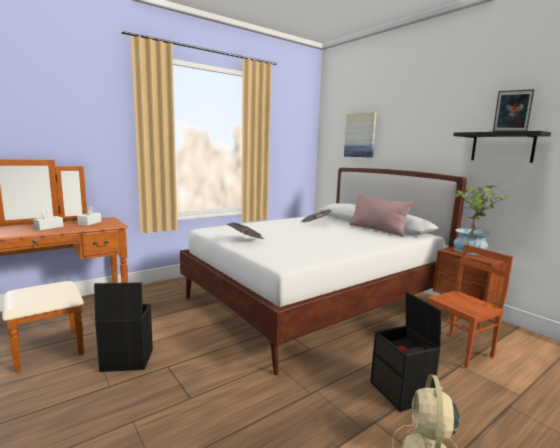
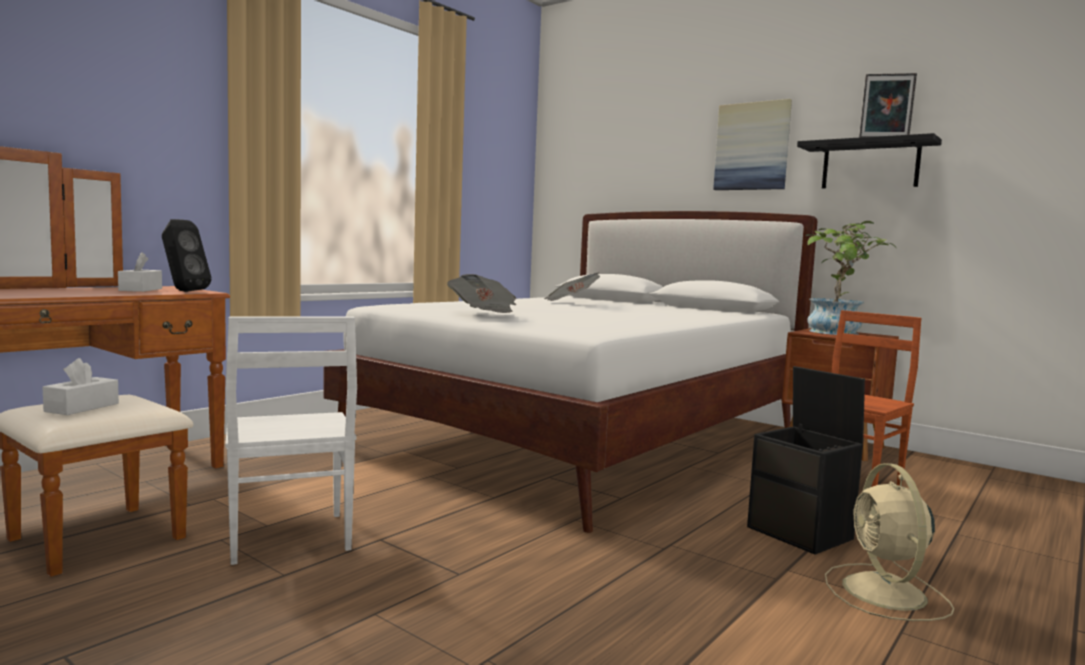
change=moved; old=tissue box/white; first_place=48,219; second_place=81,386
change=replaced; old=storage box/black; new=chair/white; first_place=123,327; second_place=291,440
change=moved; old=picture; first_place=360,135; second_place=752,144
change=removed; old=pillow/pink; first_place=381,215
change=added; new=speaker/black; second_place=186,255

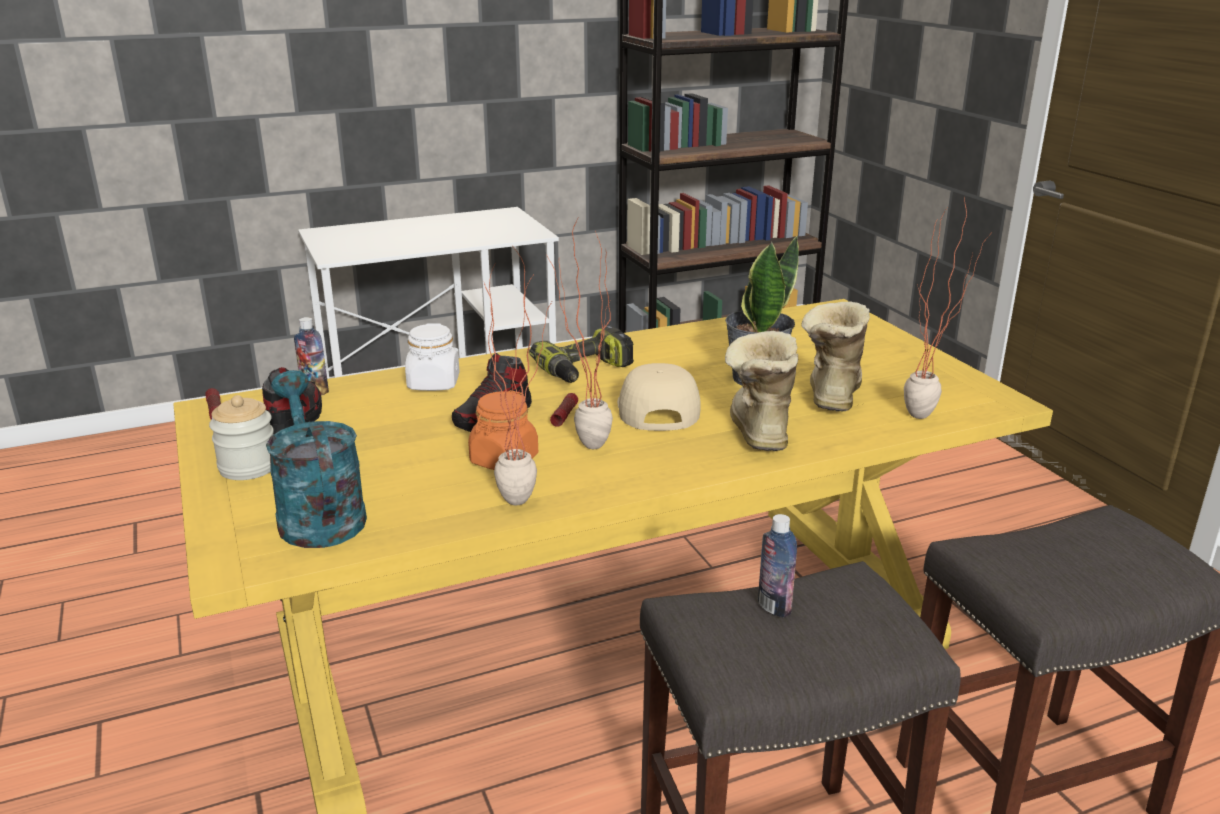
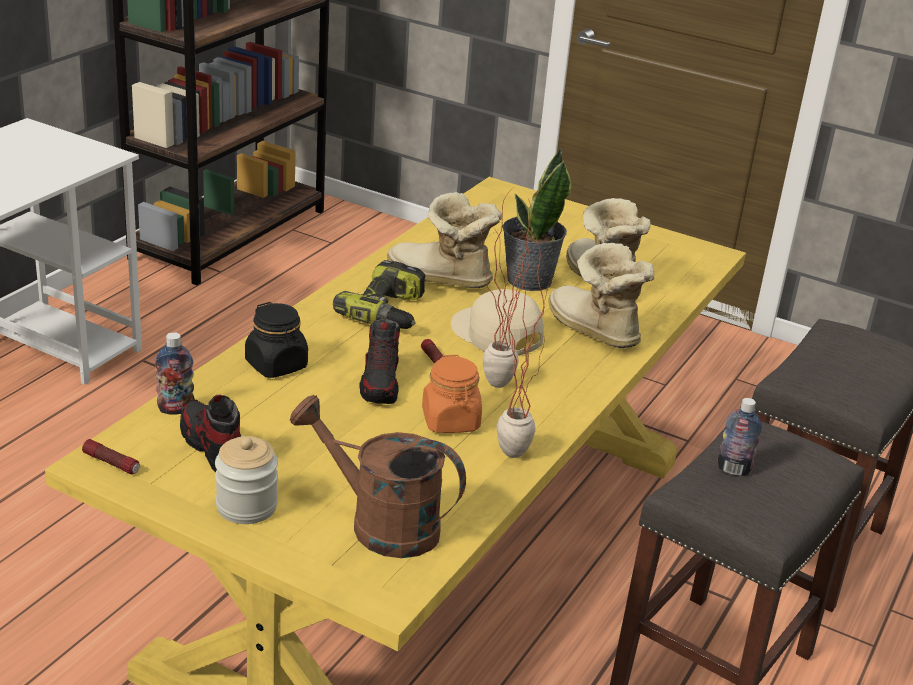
change=recoloured; old=watering can/turquoise; new=watering can/brown; first_place=316,459; second_place=378,476
change=recoloured; old=jar/white; new=jar/black; first_place=432,357; second_place=276,340
change=removed; old=potted plant; first_place=947,307
change=added; new=boot; second_place=444,240

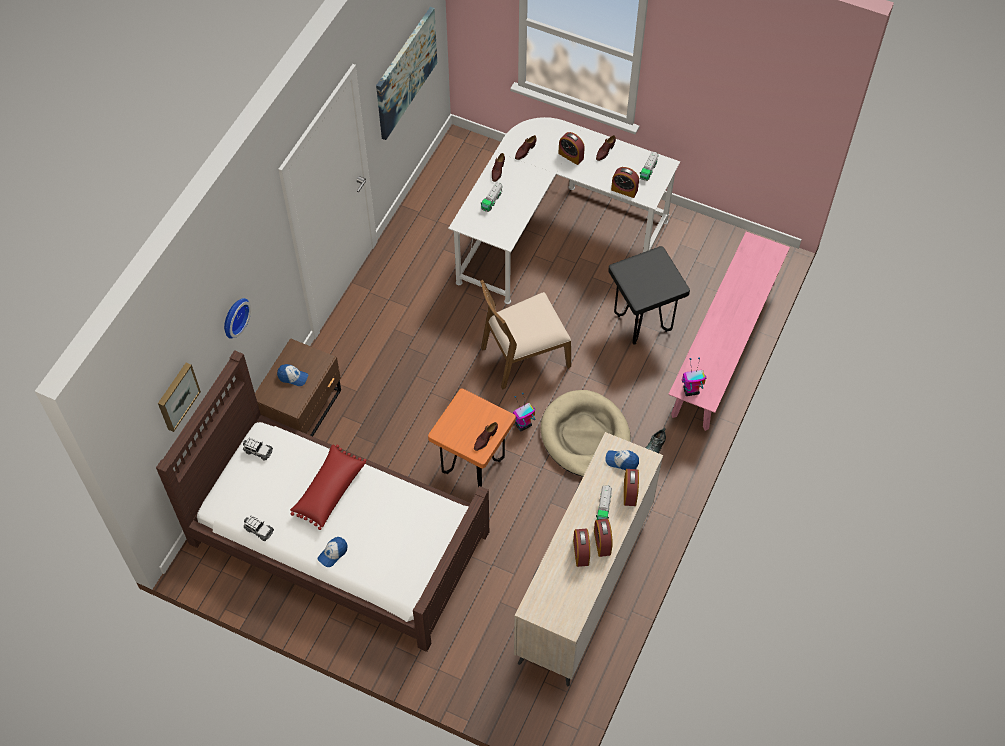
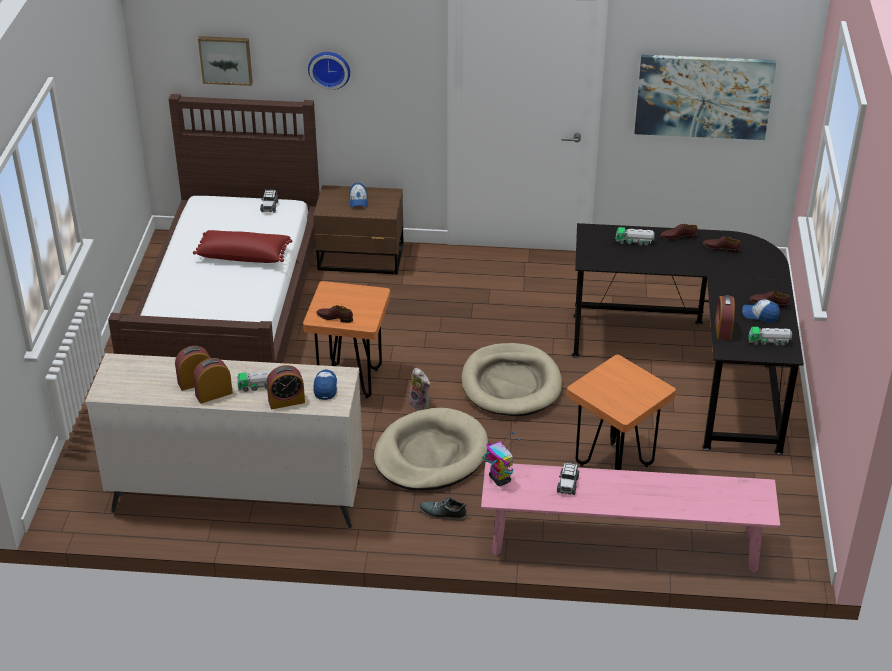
change=moved; old=toy car; first_place=258,528; second_place=568,478
change=moved; old=cap; first_place=333,552; second_place=761,311
change=recoloured; old=desk/white; new=desk/black; first_place=564,210; second_place=688,339
change=replaced; old=chair/brown; new=dog bed/beige; first_place=525,335; second_place=511,379
change=replaced; old=toy robot; new=plush toy; first_place=524,412; second_place=420,389
change=removed; old=alarm clock; first_place=571,148
change=recoloured; old=stool/black; new=stool/orange; first_place=649,295; second_place=621,412

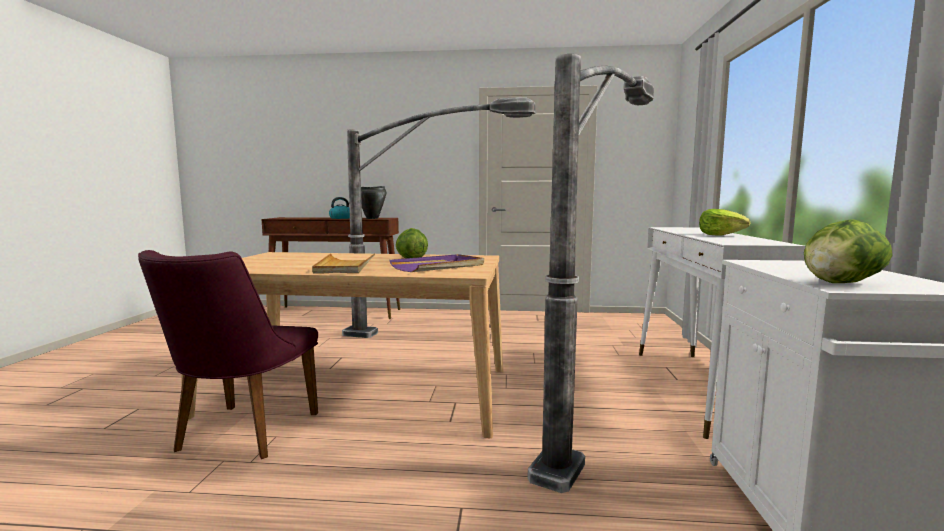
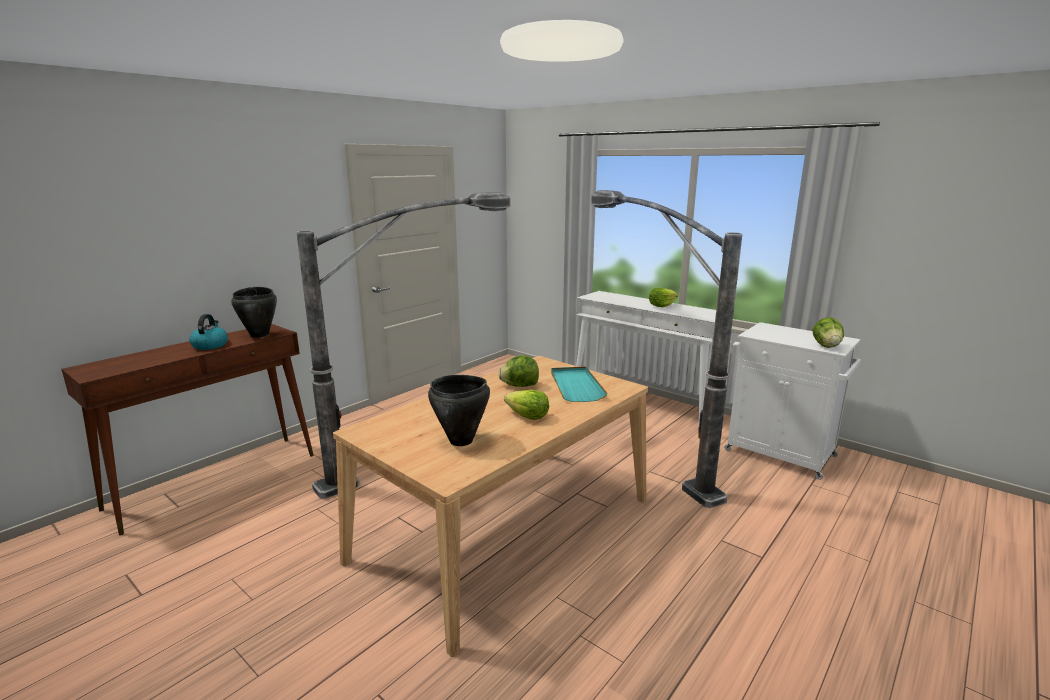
change=removed; old=chair/purple; first_place=228,354
change=replaced; old=tray/beige; new=lettuce; first_place=343,263; second_place=526,405
change=recoloured; old=tray/purple; new=tray/turquoise; first_place=437,263; second_place=579,384
change=added; new=cooking pot/black; second_place=459,410

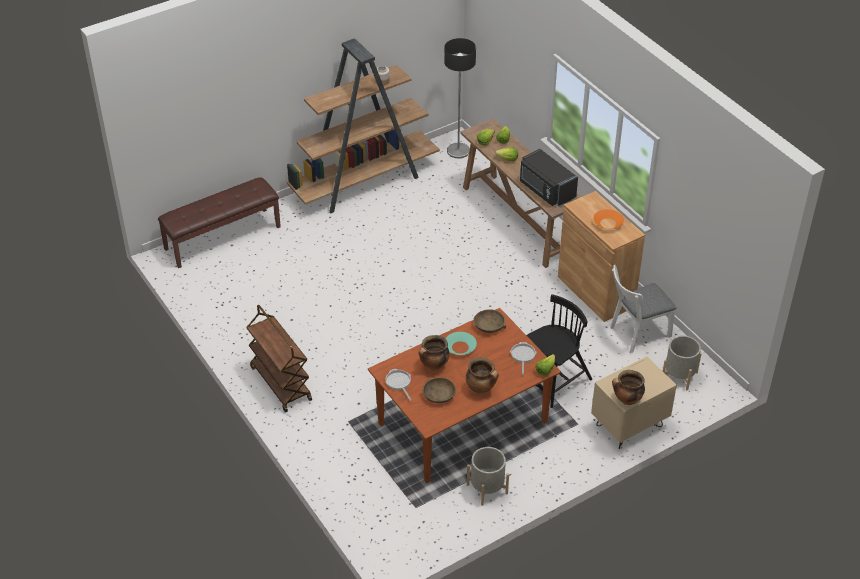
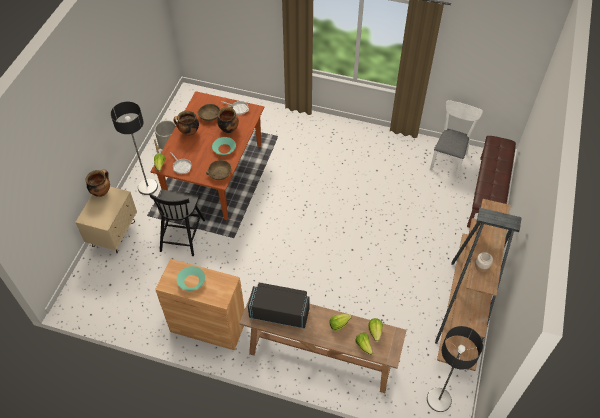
change=removed; old=cart/brown; first_place=279,358
change=recoloured; old=bowl/orange; new=bowl/turquoise; first_place=608,219; second_place=191,278
change=moved; old=chair/white; first_place=643,309; second_place=456,139
change=removed; old=planter/grey; first_place=682,363
change=added; new=floor lamp; second_place=134,148

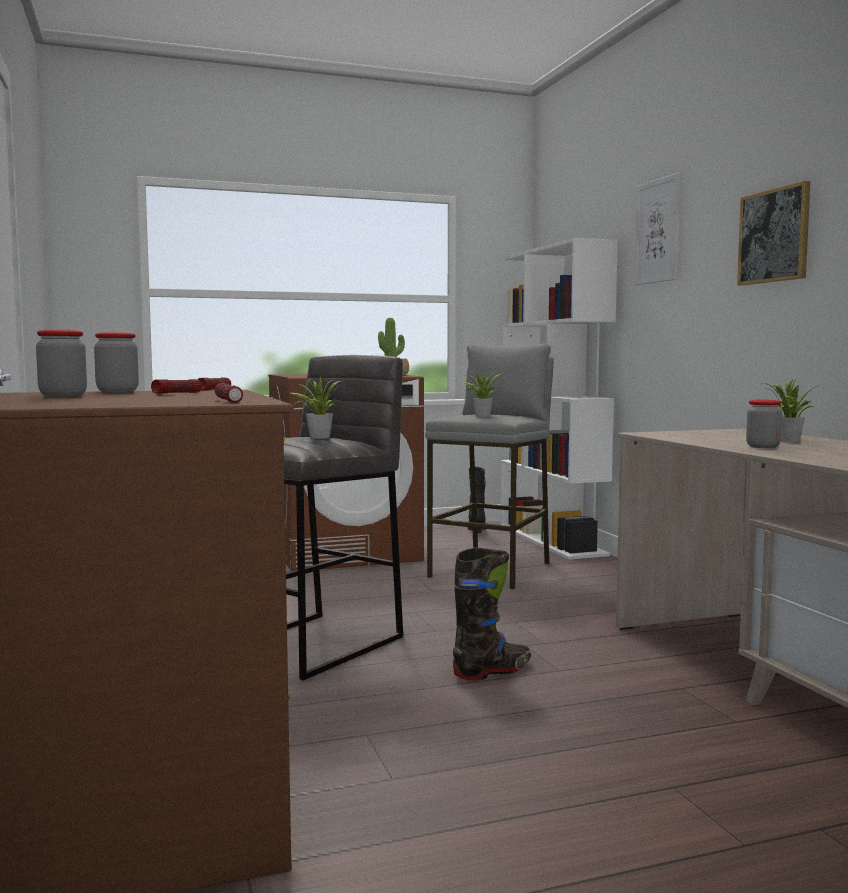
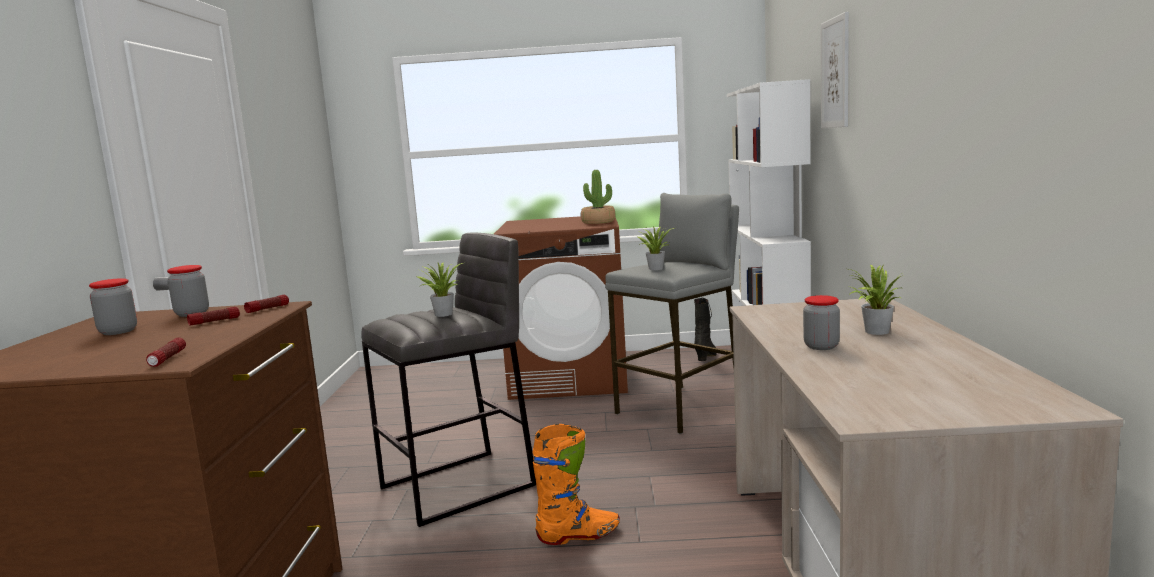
change=recoloured; old=boot/black; new=boot/orange; first_place=492,614; second_place=576,484
change=removed; old=picture; first_place=774,233

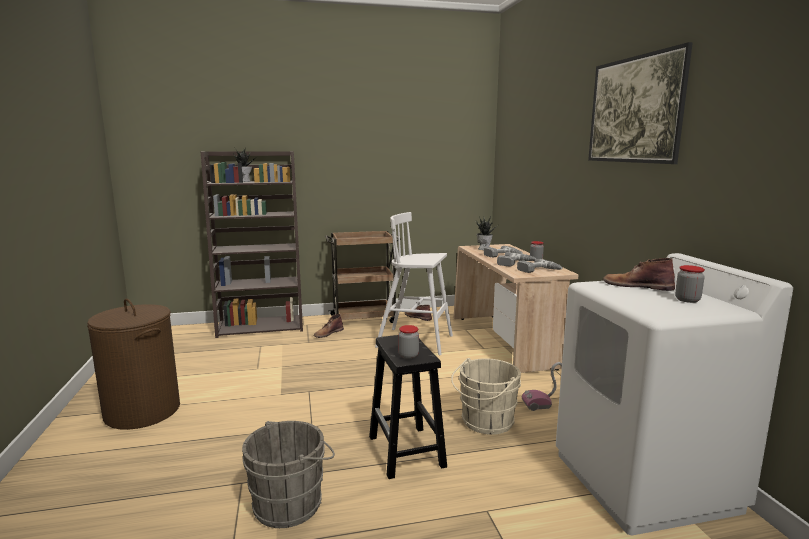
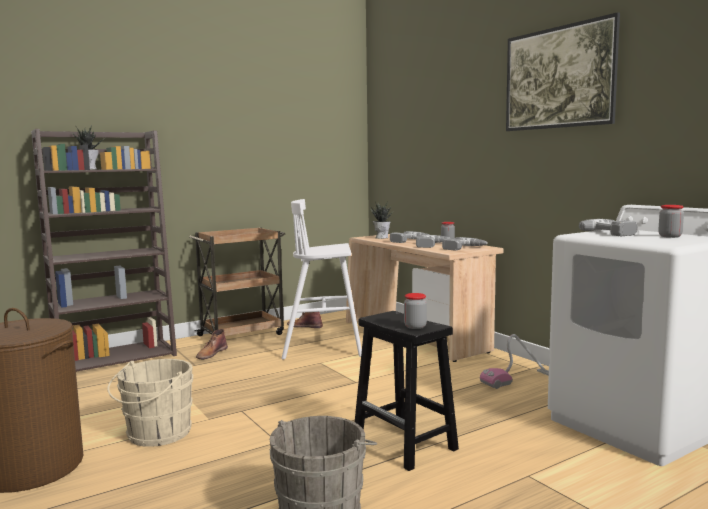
change=moved; old=bucket/beige; first_place=486,396; second_place=150,403
change=replaced; old=boot/brown; new=power drill; first_place=639,274; second_place=608,227

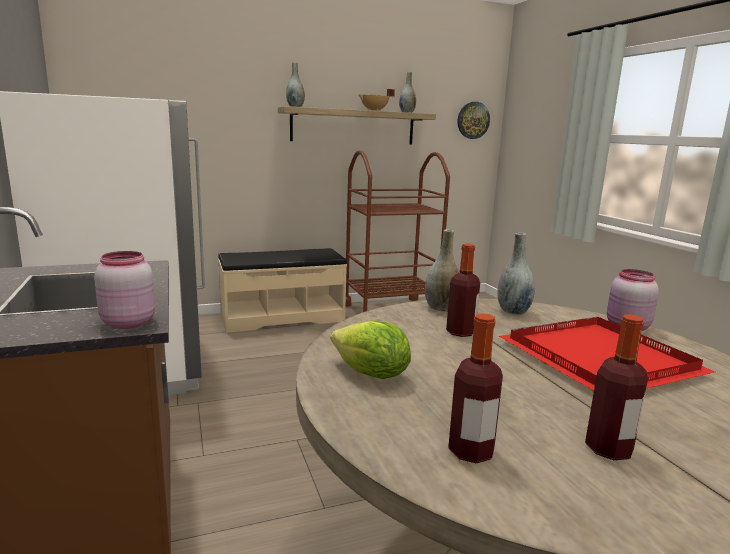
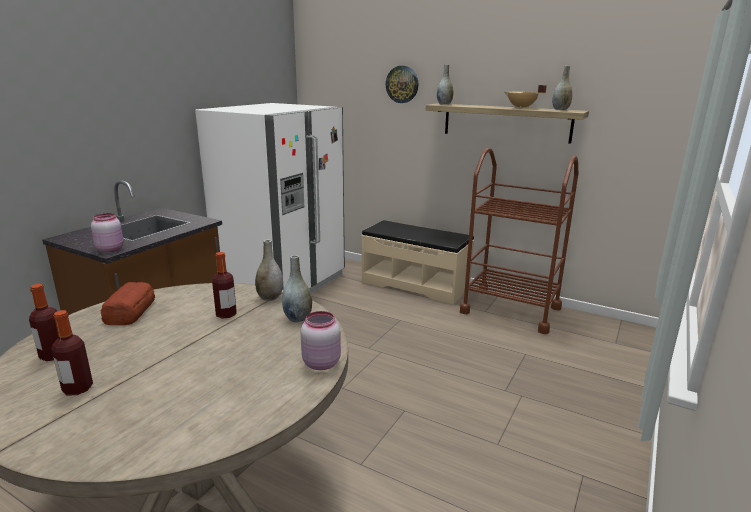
change=replaced; old=lettuce; new=bread; first_place=371,349; second_place=127,303
change=moved; old=wall clock; first_place=474,120; second_place=402,84
change=removed; old=tray/red; first_place=607,354

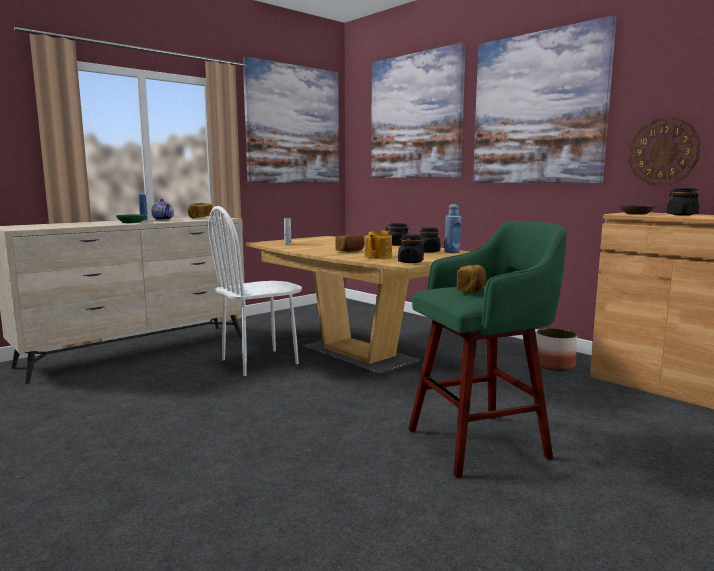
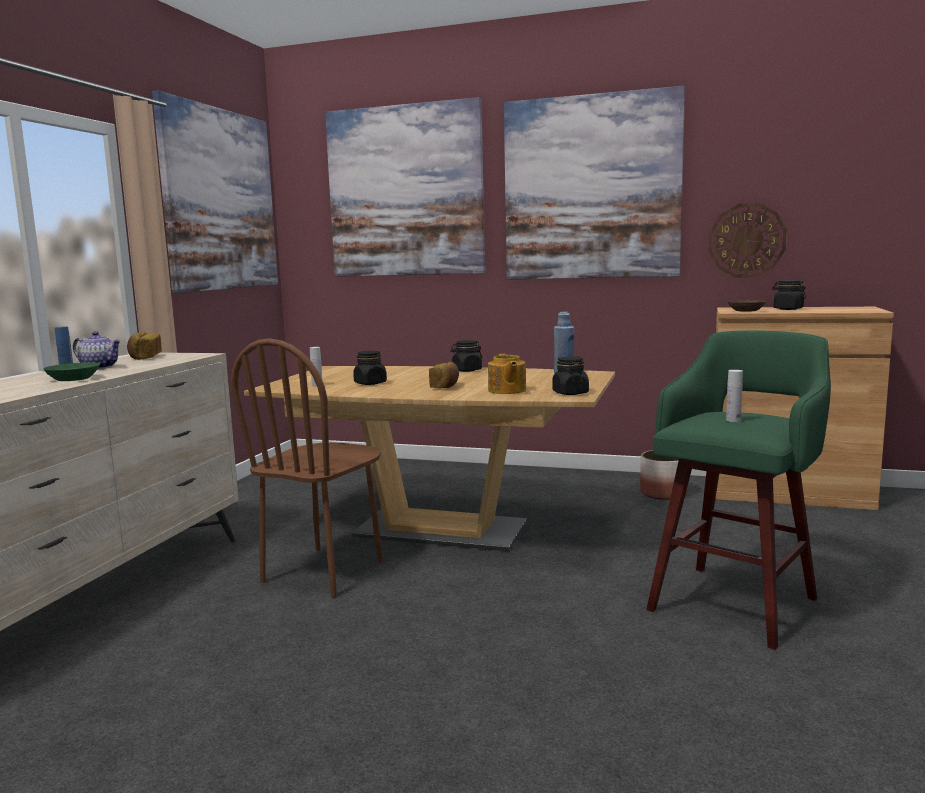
change=recoloured; old=chair/white; new=chair/brown; first_place=255,291; second_place=307,468
change=moved; old=jar/black; first_place=430,240; second_place=370,368
change=replaced; old=bread; new=bottle/white; first_place=471,278; second_place=734,396

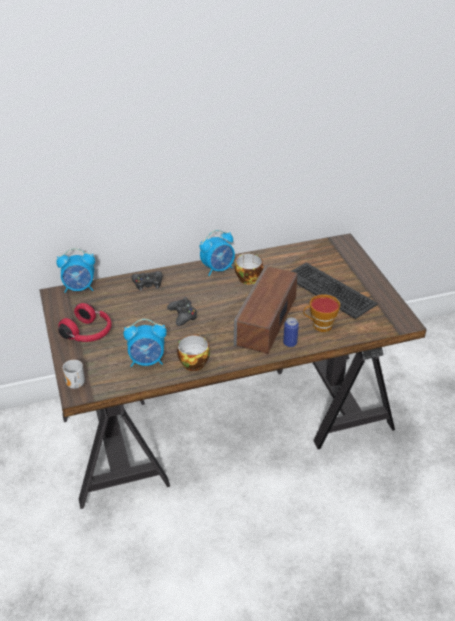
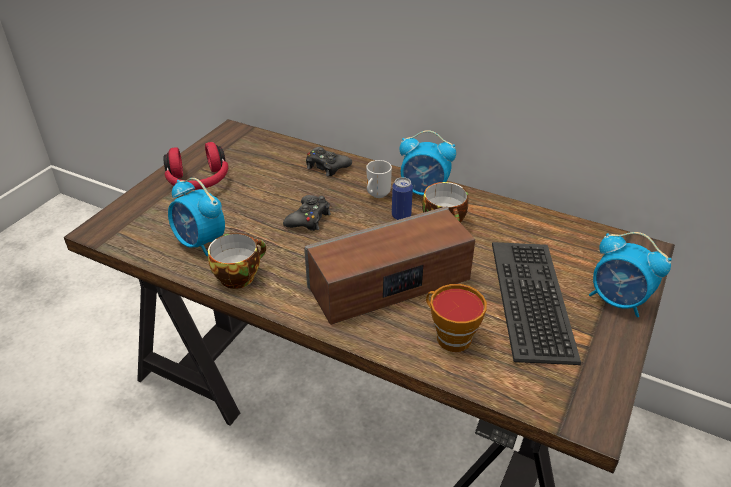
change=moved; old=alarm clock; first_place=75,270; second_place=630,274
change=moved; old=mug; first_place=74,374; second_place=379,179
change=moved; old=can; first_place=291,332; second_place=402,198

